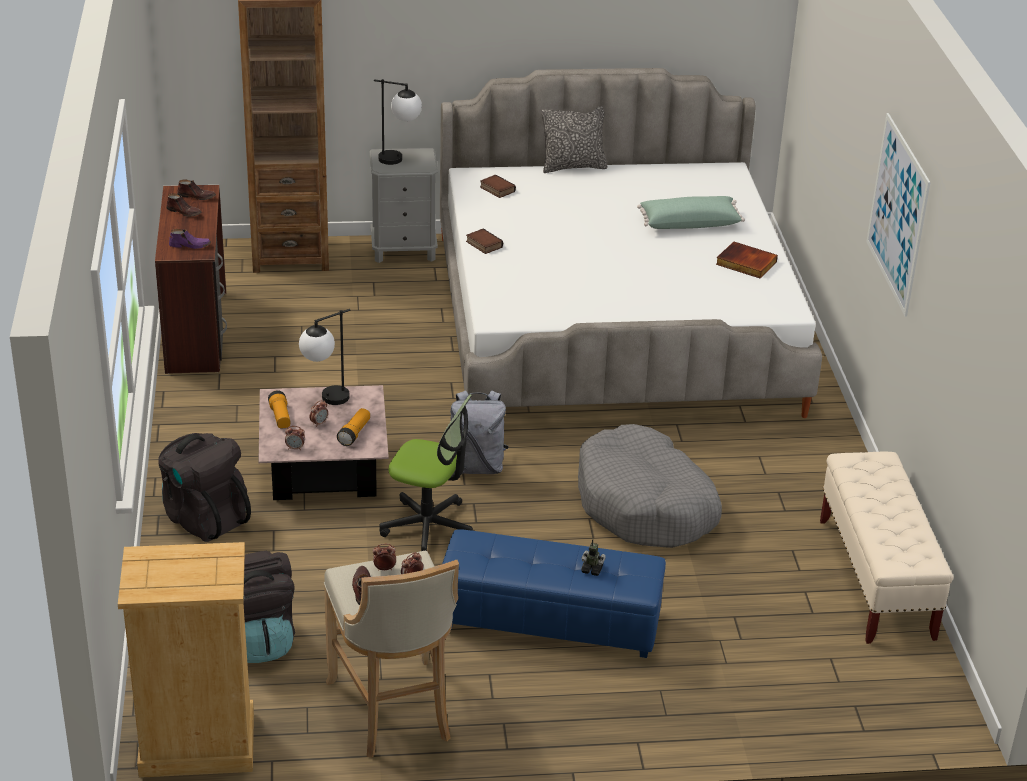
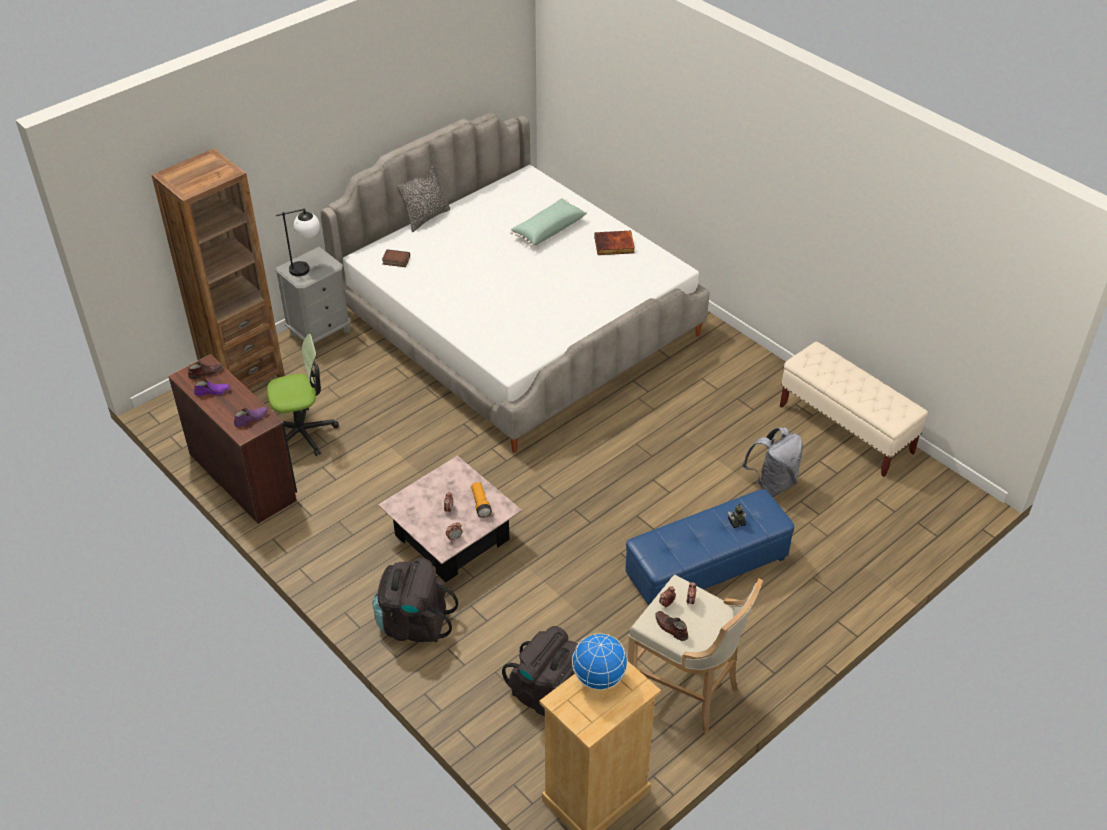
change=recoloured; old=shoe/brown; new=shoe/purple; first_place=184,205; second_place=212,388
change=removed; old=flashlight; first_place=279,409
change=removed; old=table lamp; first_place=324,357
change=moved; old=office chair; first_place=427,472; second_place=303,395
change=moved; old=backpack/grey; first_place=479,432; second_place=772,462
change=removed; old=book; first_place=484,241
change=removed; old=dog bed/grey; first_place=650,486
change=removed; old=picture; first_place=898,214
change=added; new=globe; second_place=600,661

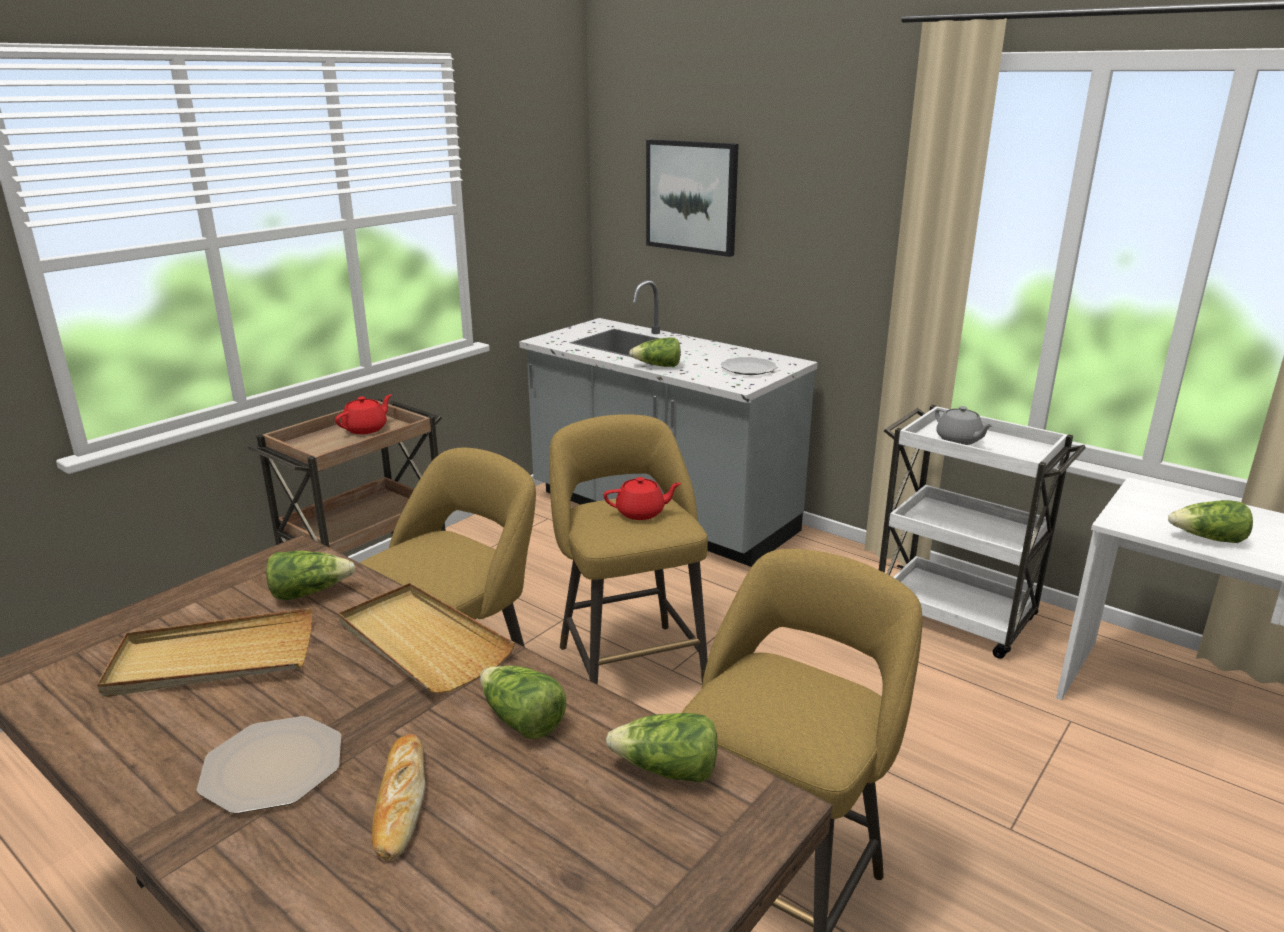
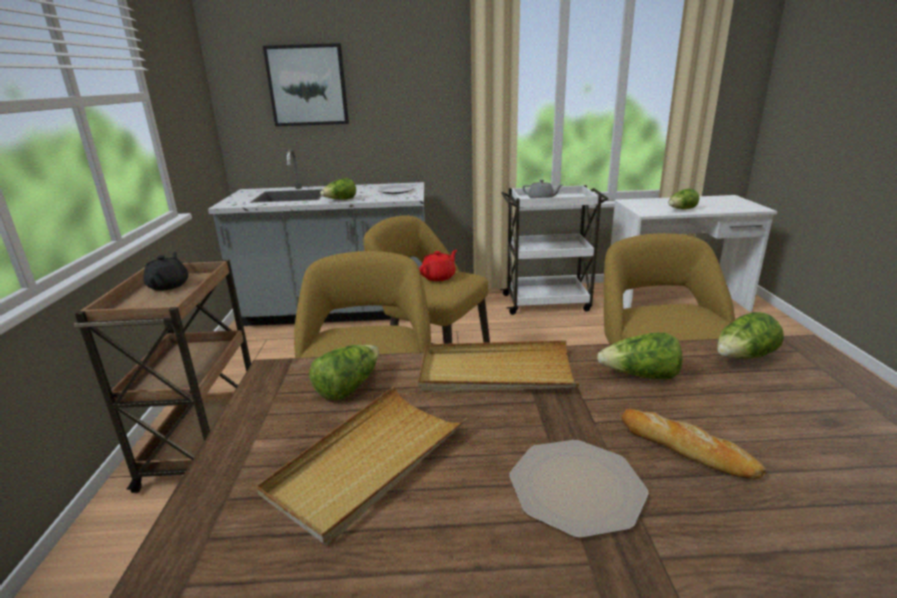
change=recoloured; old=teapot/red; new=teapot/black; first_place=363,414; second_place=165,271

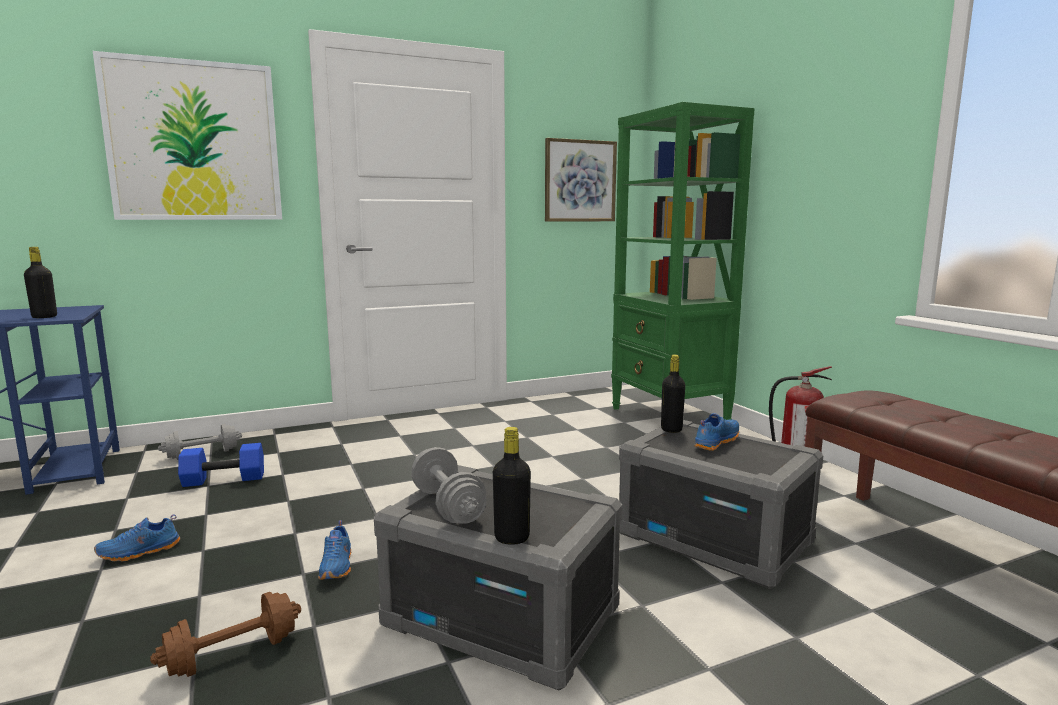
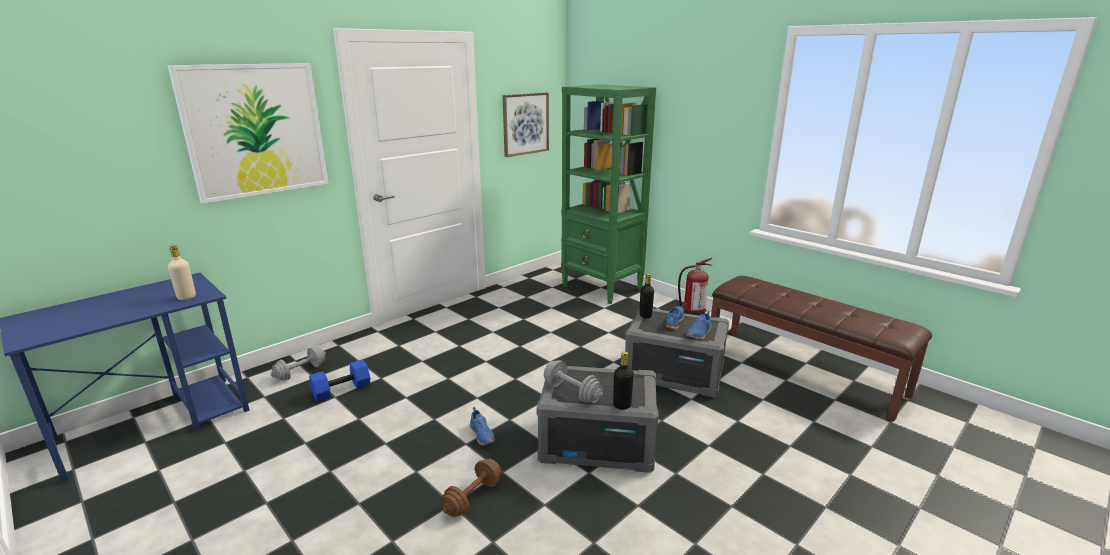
change=recoloured; old=bottle/black; new=bottle/beige; first_place=40,282; second_place=182,272
change=moved; old=shoe/blue; first_place=137,537; second_place=698,325

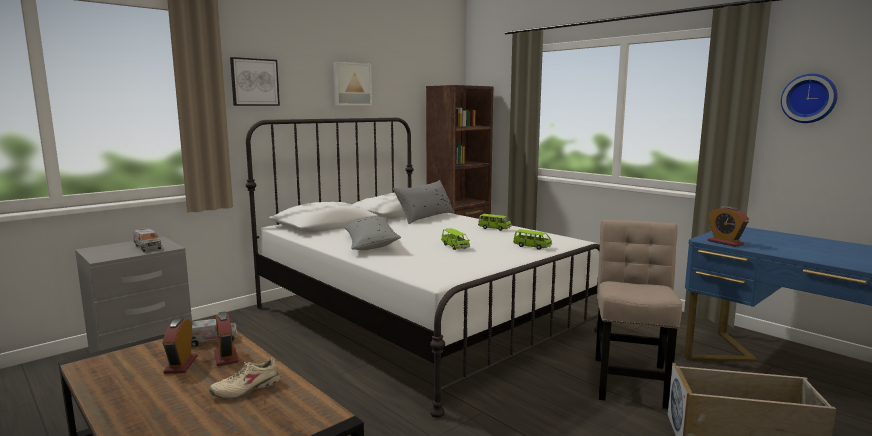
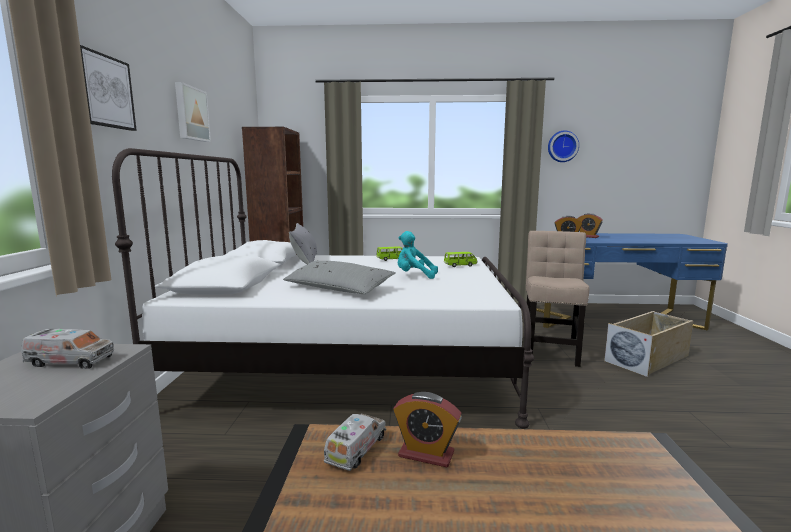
change=moved; old=alarm clock; first_place=180,346; second_place=590,225
change=removed; old=shoe/beige; first_place=244,378
change=replaced; old=toy car/green; new=plush toy/turquoise; first_place=455,239; second_place=418,255
change=turned; old=chair/beige; first_place=638,314; second_place=557,299; degrees=45

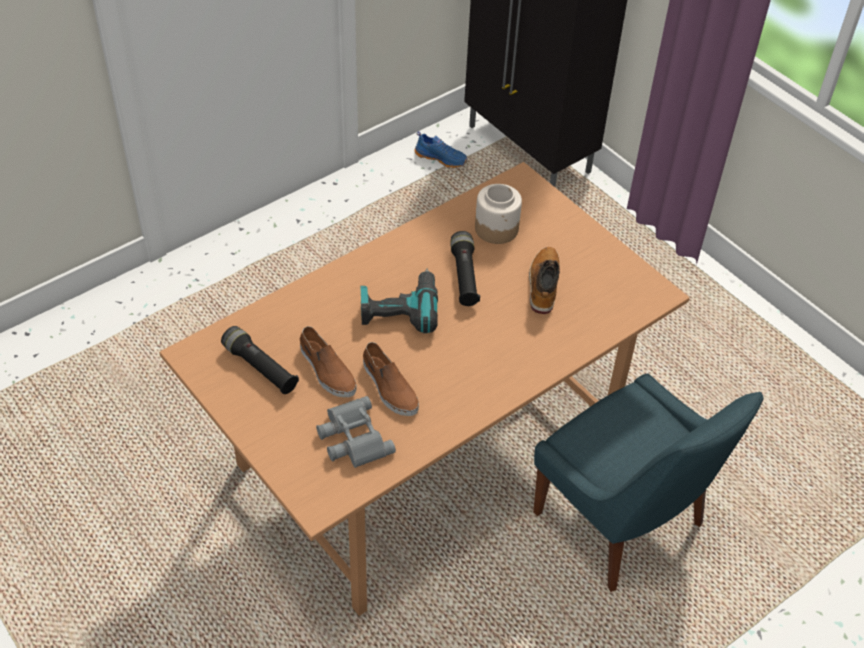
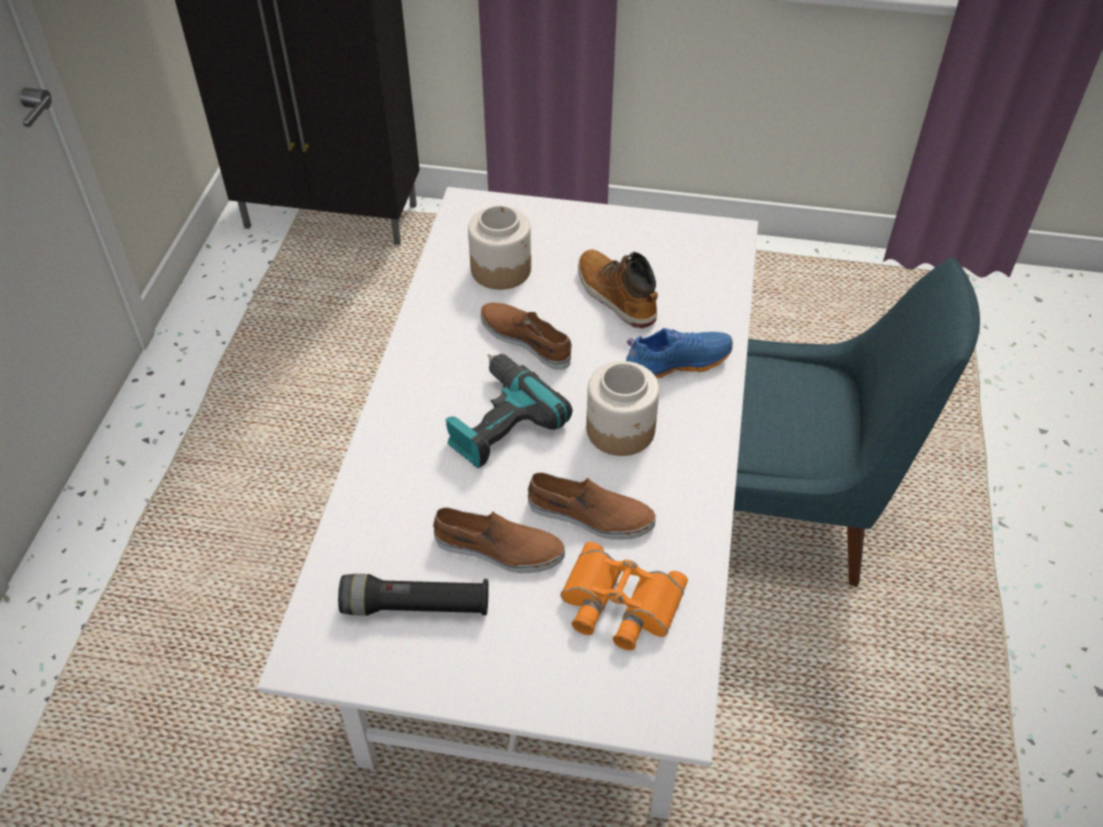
change=recoloured; old=dining table/brown; new=dining table/white; first_place=424,389; second_place=507,503
change=recoloured; old=binoculars/grey; new=binoculars/orange; first_place=356,432; second_place=624,596
change=moved; old=shoe/blue; first_place=441,149; second_place=679,353
change=replaced; old=flashlight/black; new=shoe/brown; first_place=465,268; second_place=526,336
change=added; new=jar; second_place=622,408

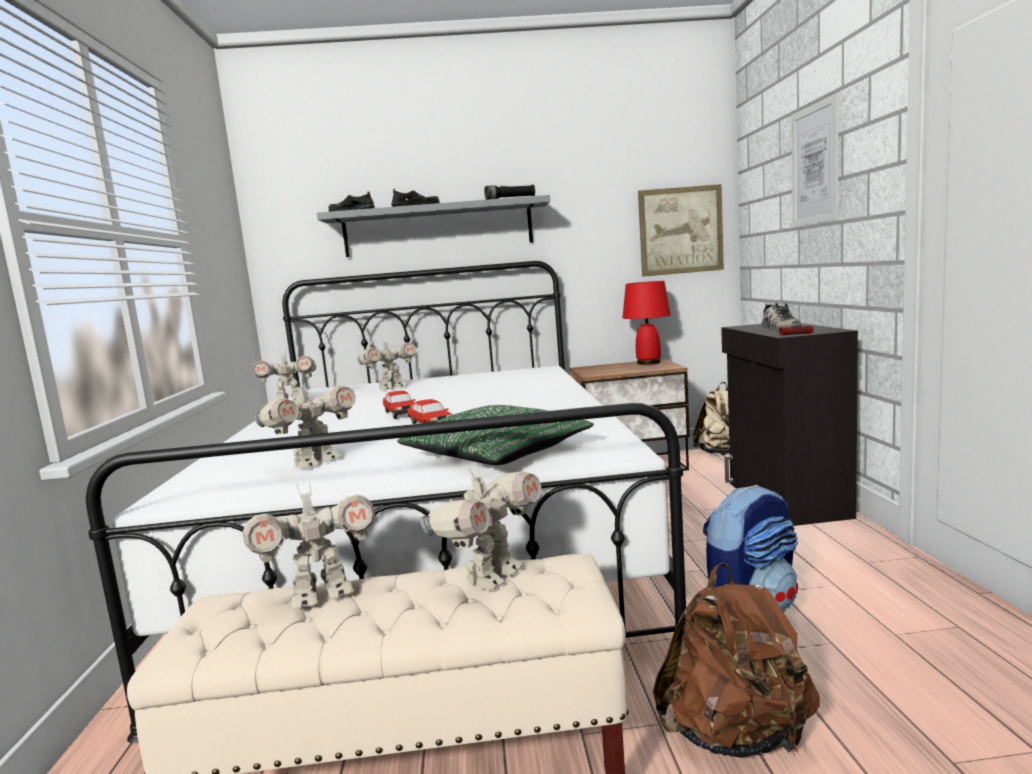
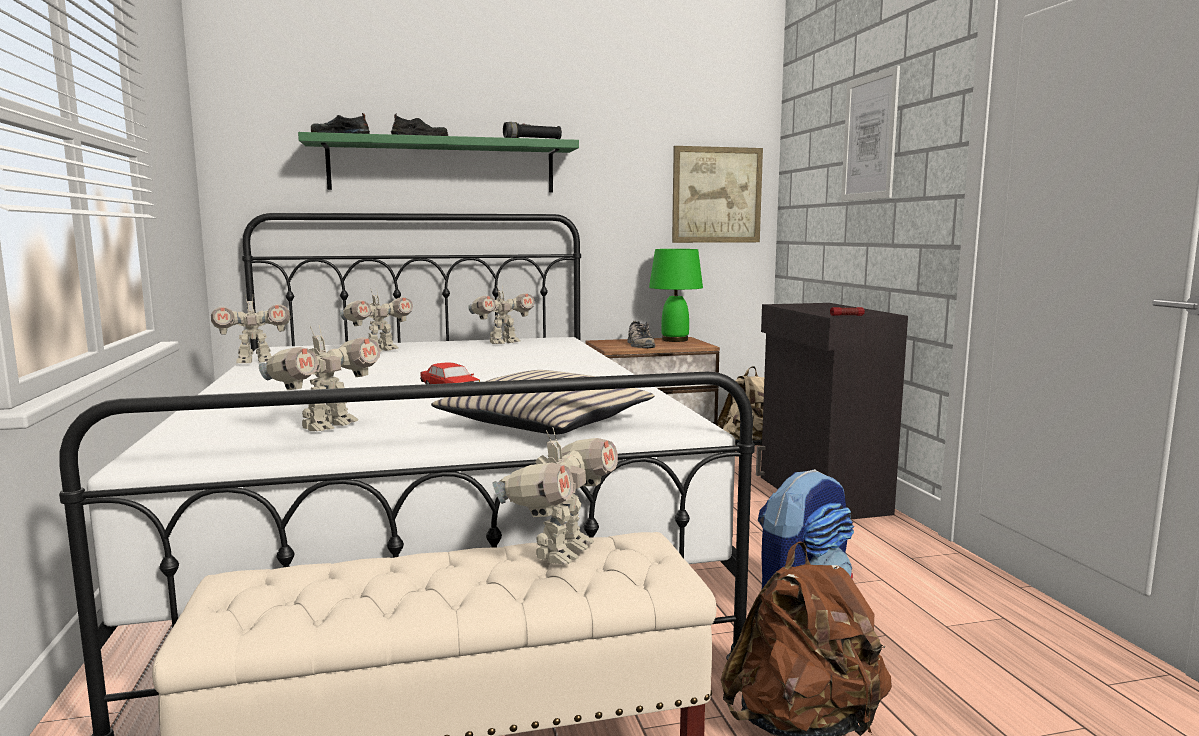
change=moved; old=toy robot; first_place=309,545; second_place=501,315
change=recoloured; old=shelf/grey; new=shelf/green; first_place=433,226; second_place=438,162
change=removed; old=toy car; first_place=399,405
change=recoloured; old=pillow/green; new=pillow/beige; first_place=495,435; second_place=543,402
change=recoloured; old=table lamp/red; new=table lamp/green; first_place=646,323; second_place=676,295
change=moved; old=shoe; first_place=781,317; second_place=641,334

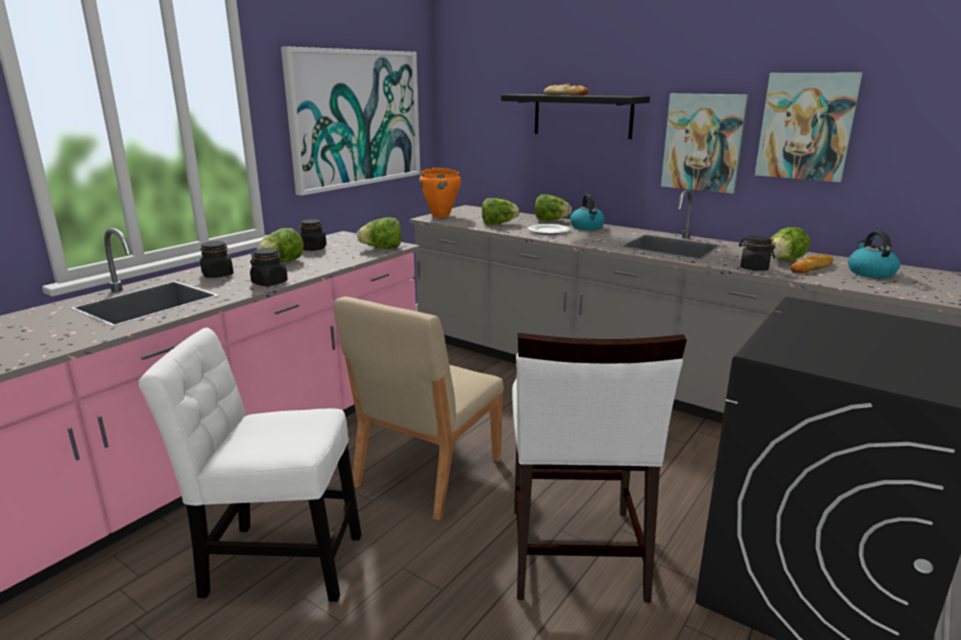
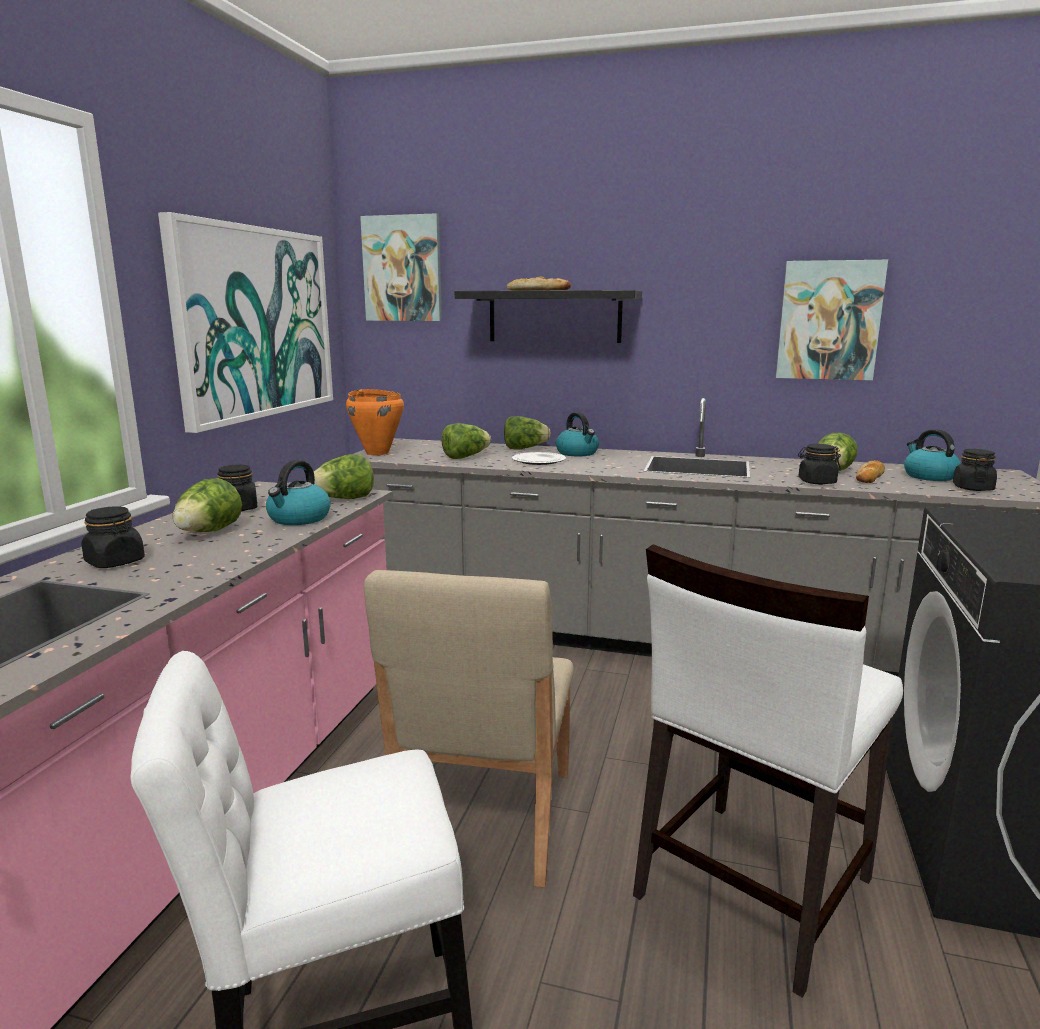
change=moved; old=jar/black; first_place=269,267; second_place=975,470
change=turned; old=chair/white; first_place=599,468; second_place=768,771; degrees=60
change=moved; old=picture; first_place=705,143; second_place=401,267
change=added; new=kettle; second_place=298,492

